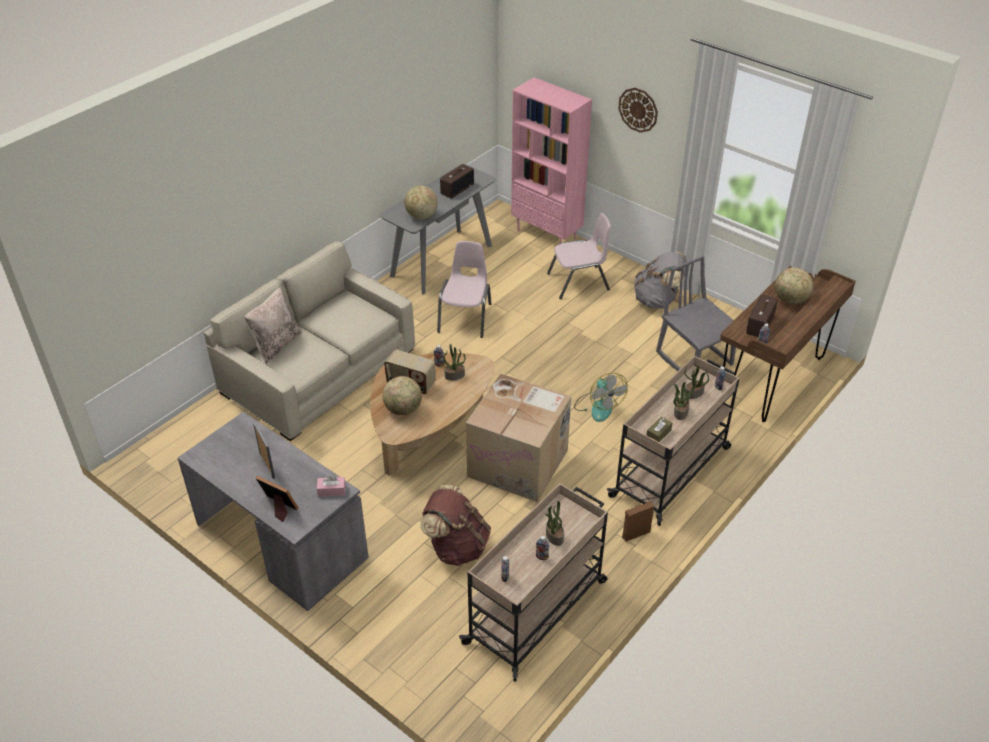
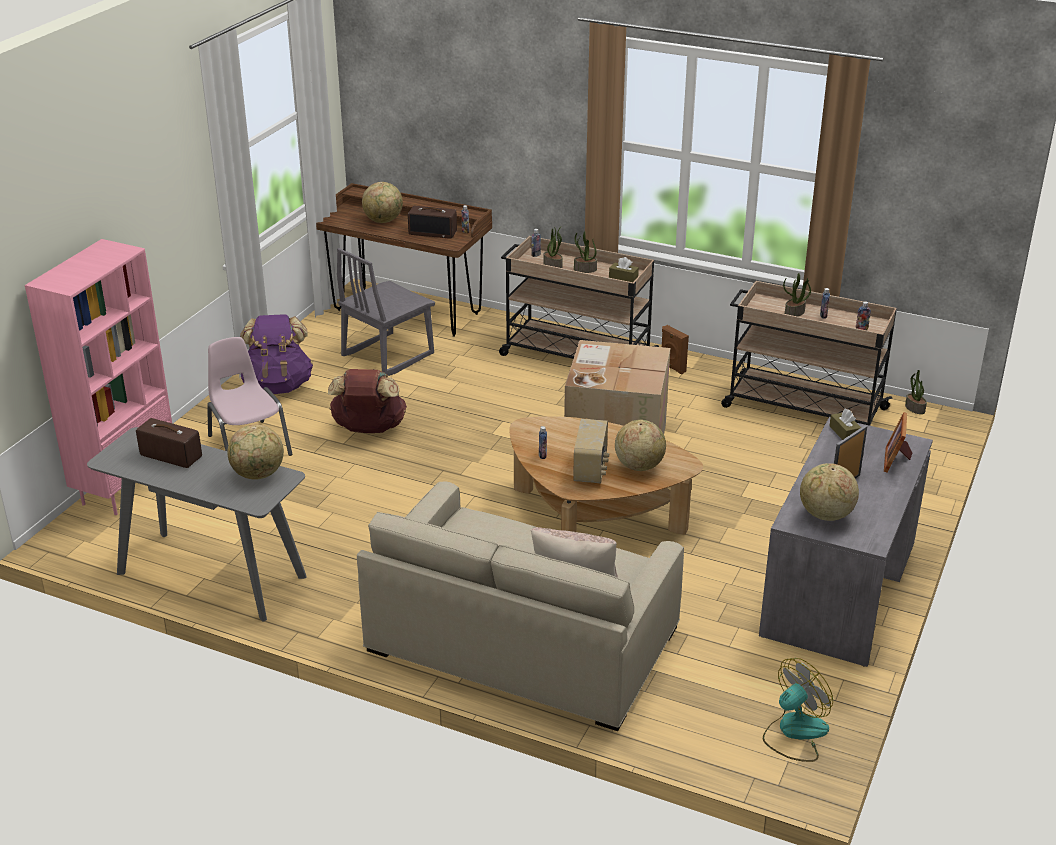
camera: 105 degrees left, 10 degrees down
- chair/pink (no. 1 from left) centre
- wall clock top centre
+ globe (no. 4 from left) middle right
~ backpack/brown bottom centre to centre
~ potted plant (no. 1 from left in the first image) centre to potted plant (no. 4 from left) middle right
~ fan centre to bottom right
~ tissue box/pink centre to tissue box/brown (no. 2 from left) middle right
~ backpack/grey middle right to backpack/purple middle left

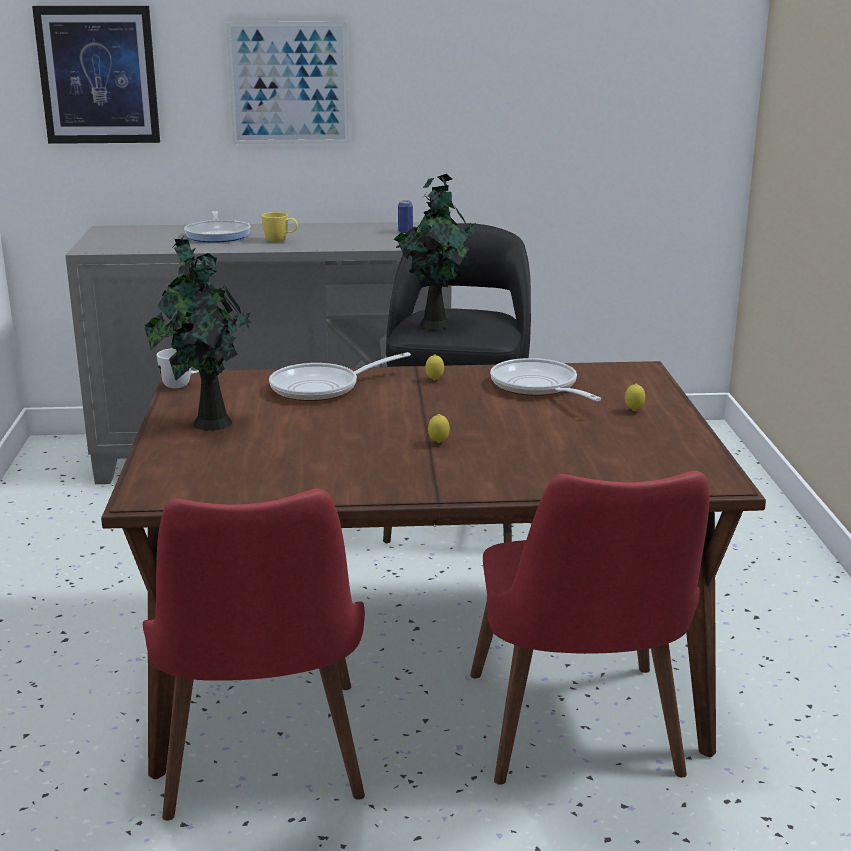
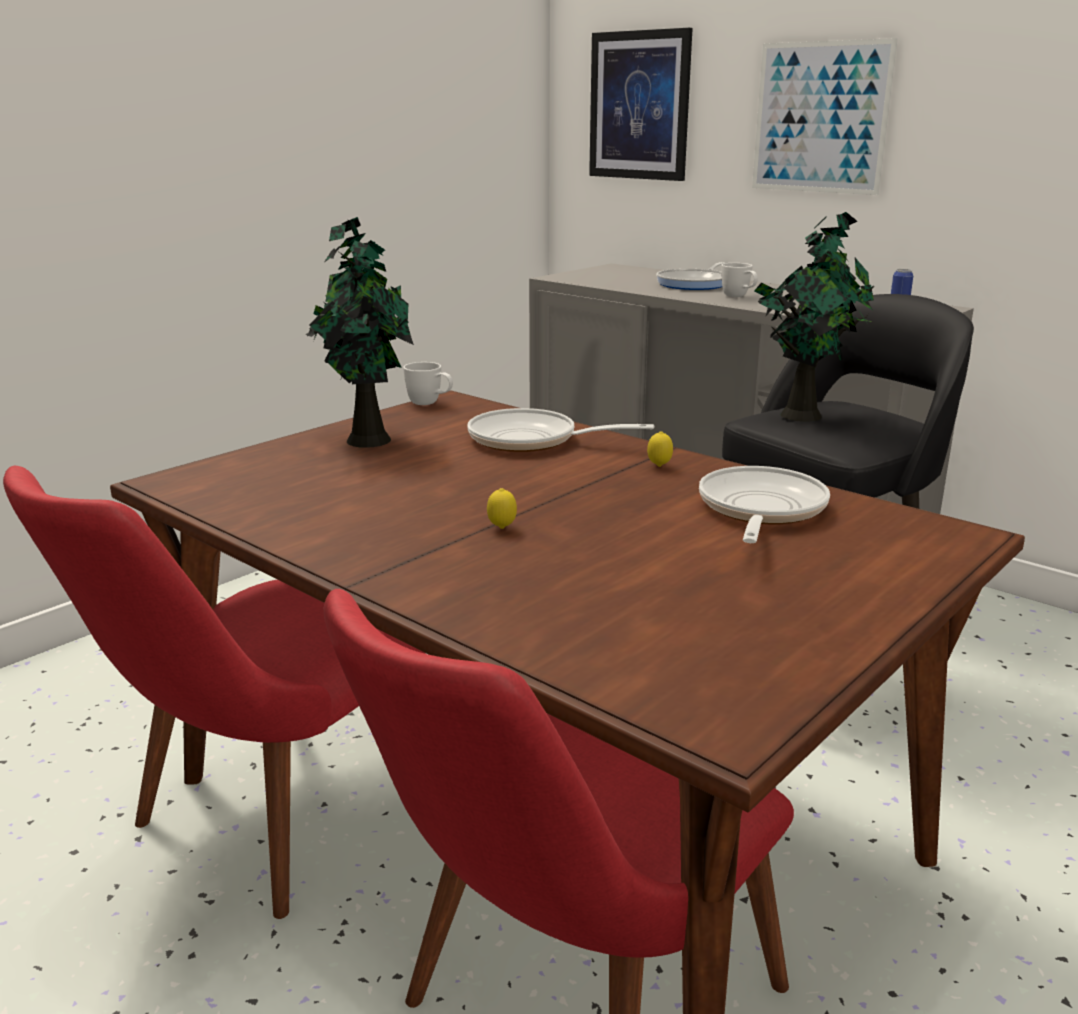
camera: 45 degrees right, 0 degrees up
- lemon (no. 3 from left) middle right
~ mug/yellow top left to mug/white (no. 2 from left) top right

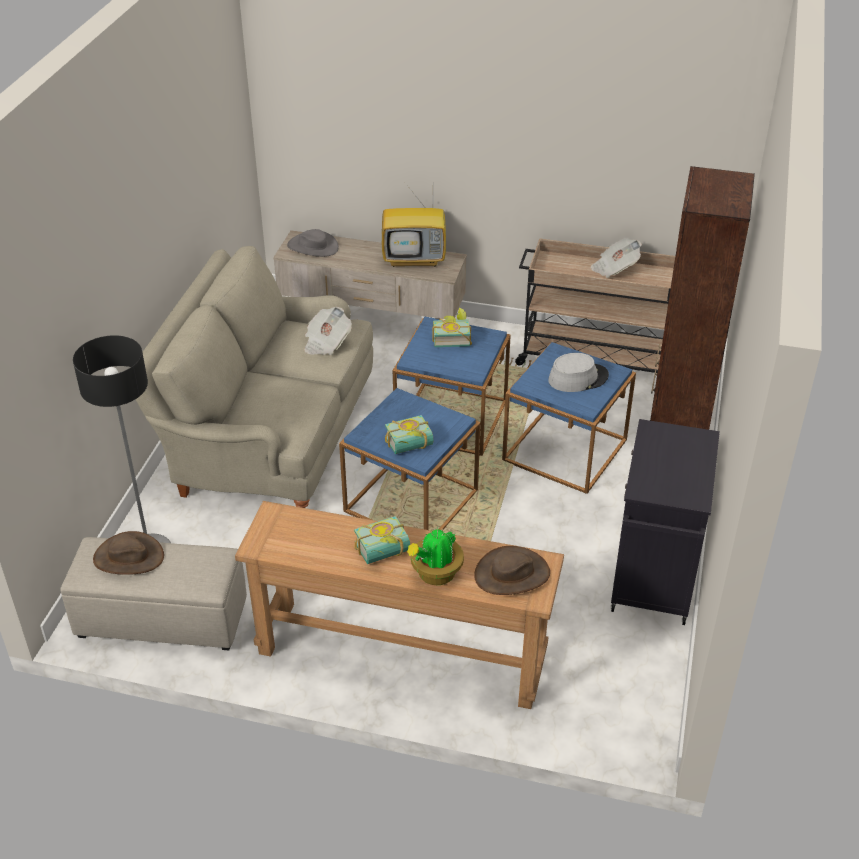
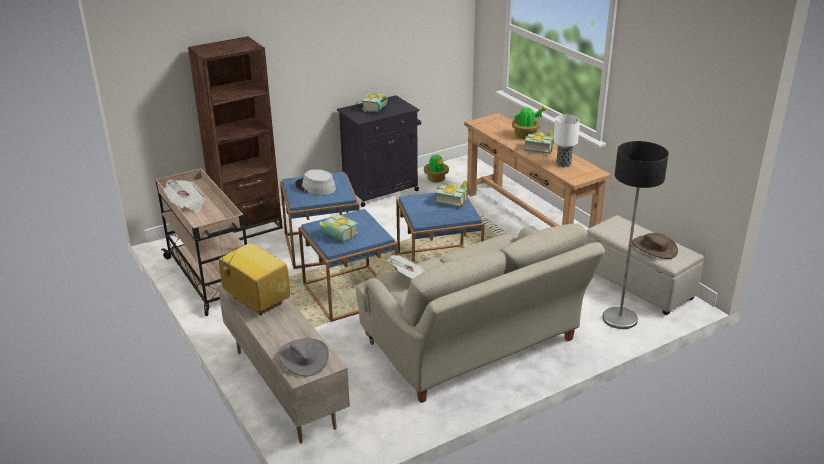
camera: 135 degrees left, 10 degrees down
- hat/brown (no. 2 from left) centre
+ book (no. 2 from left) top centre
+ potted plant (no. 1 from left) centre
+ table lamp top right

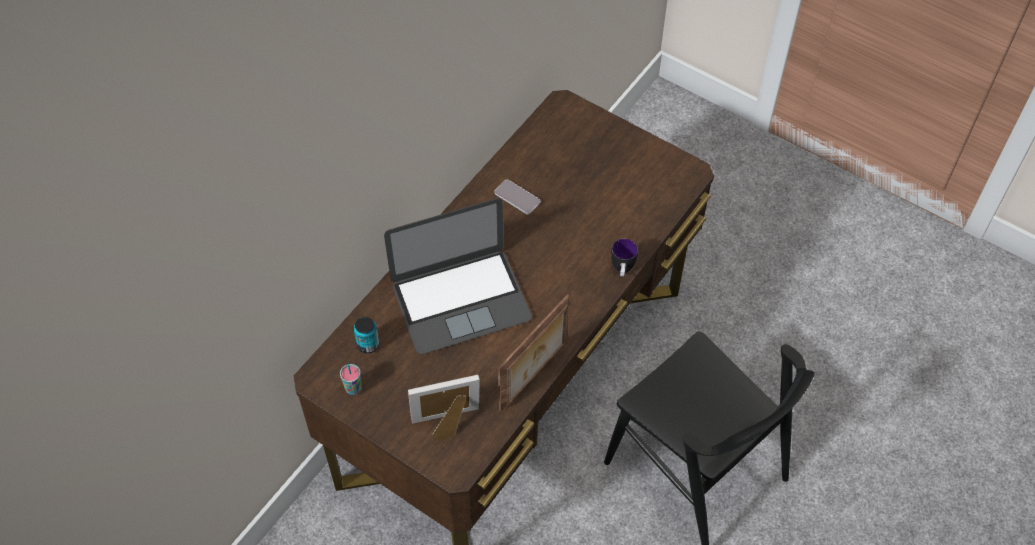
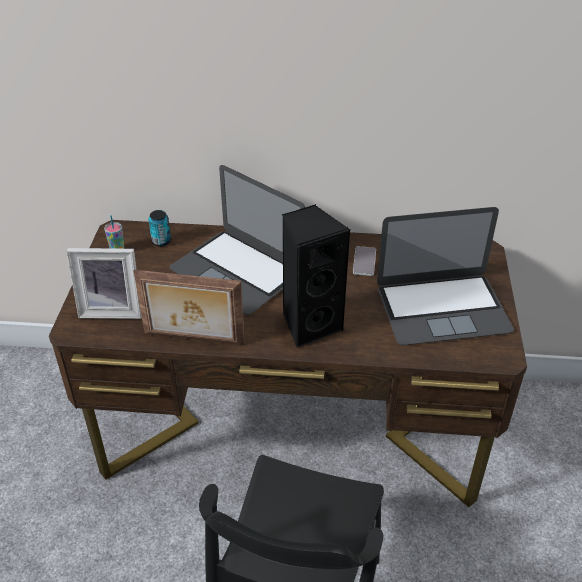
camera: 60 degrees right, 15 degrees down
- mug centre
+ speaker/black centre
+ laptop (no. 2 from left) middle right
~ picture frame (no. 1 from left) bottom centre = middle left 135 degrees clockwise

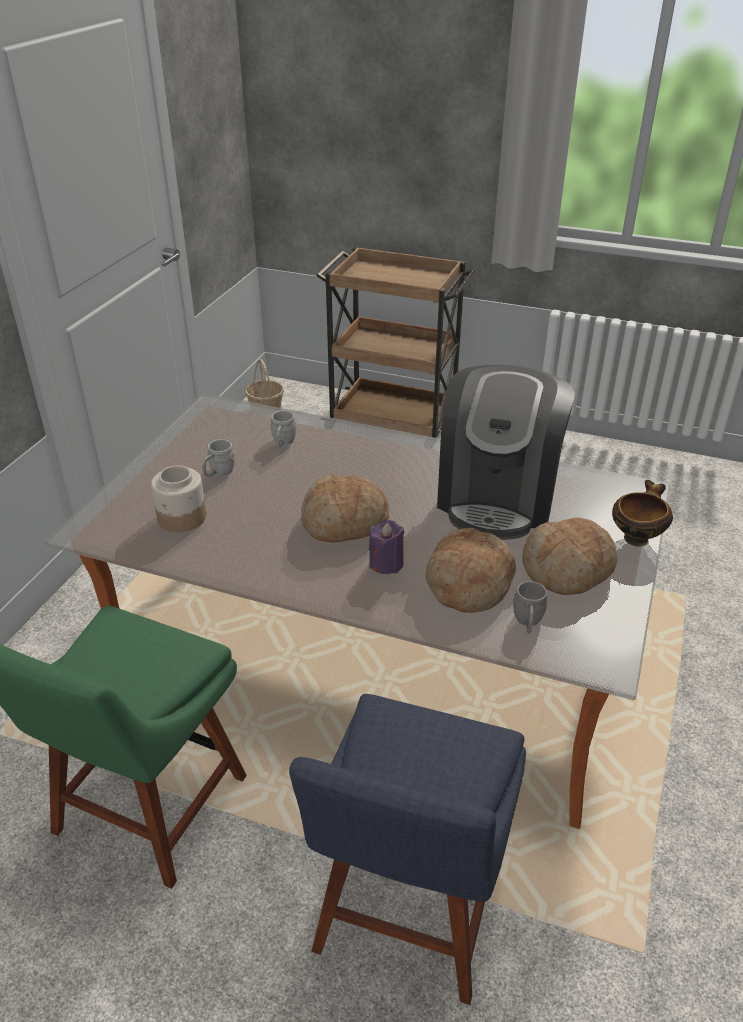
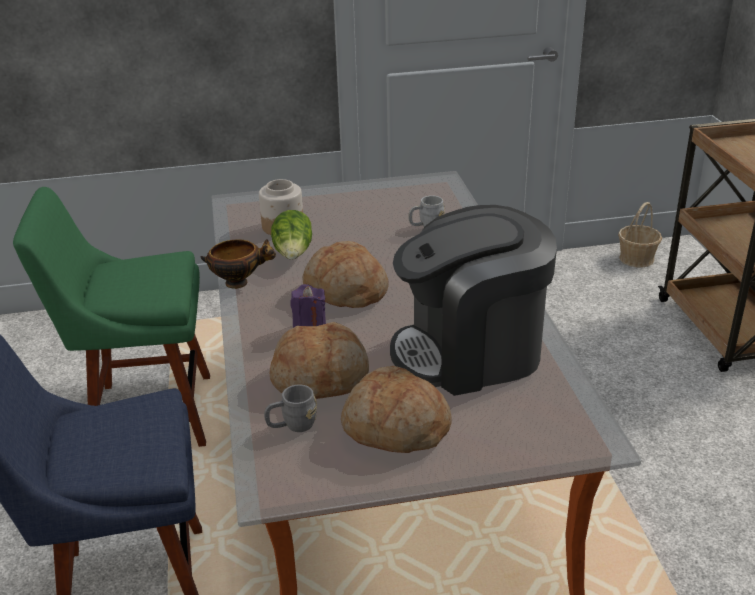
camera: 60 degrees right, 5 degrees down
- mug/grey (no. 1 from left) middle left
+ lettuce centre
~ bowl middle right to middle left

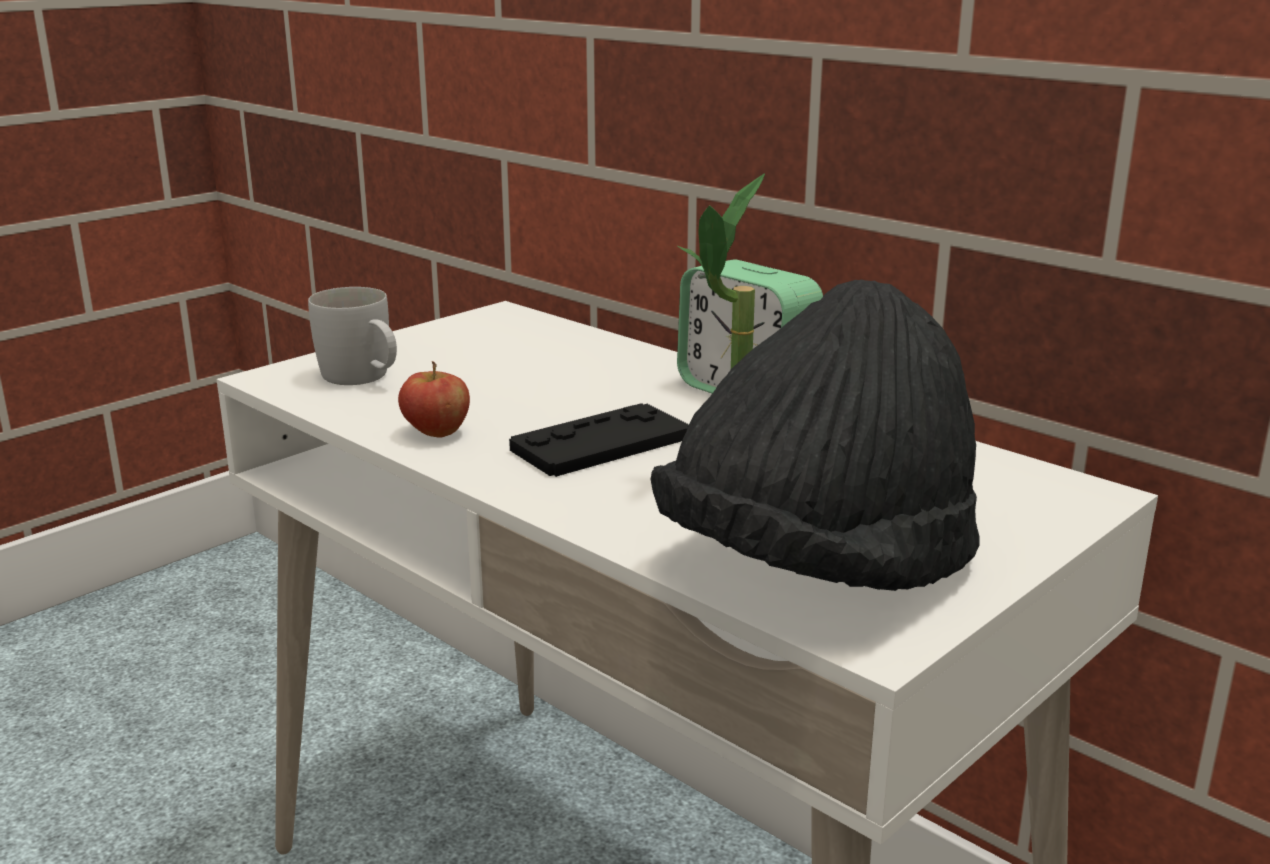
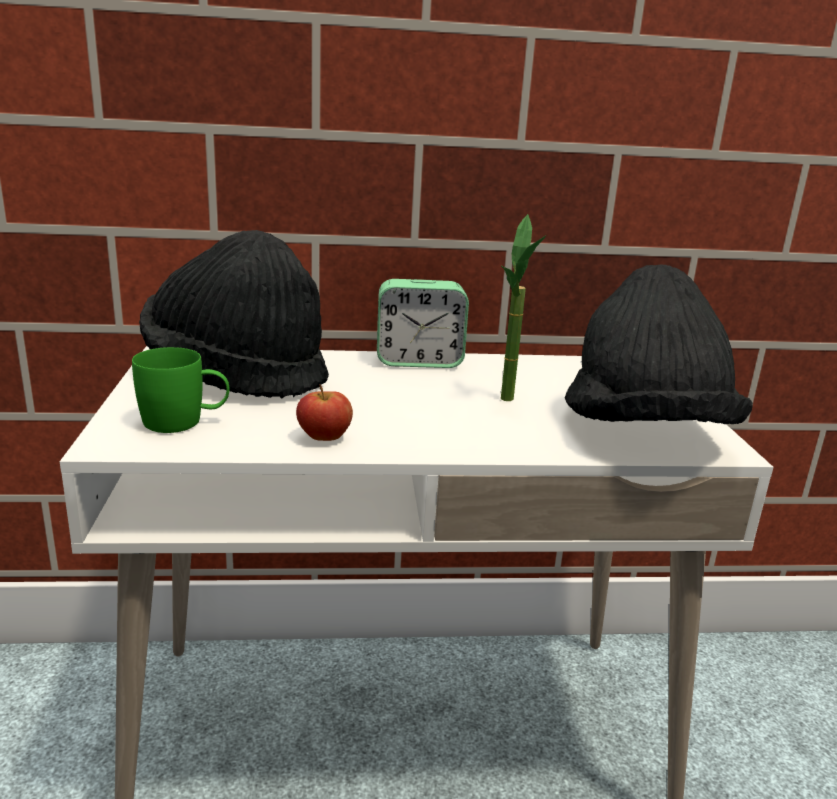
camera: 50 degrees left, 0 degrees up
- game controller/black centre
+ hat/black (no. 1 from left) middle left
~ mug/white middle left to mug/green middle left

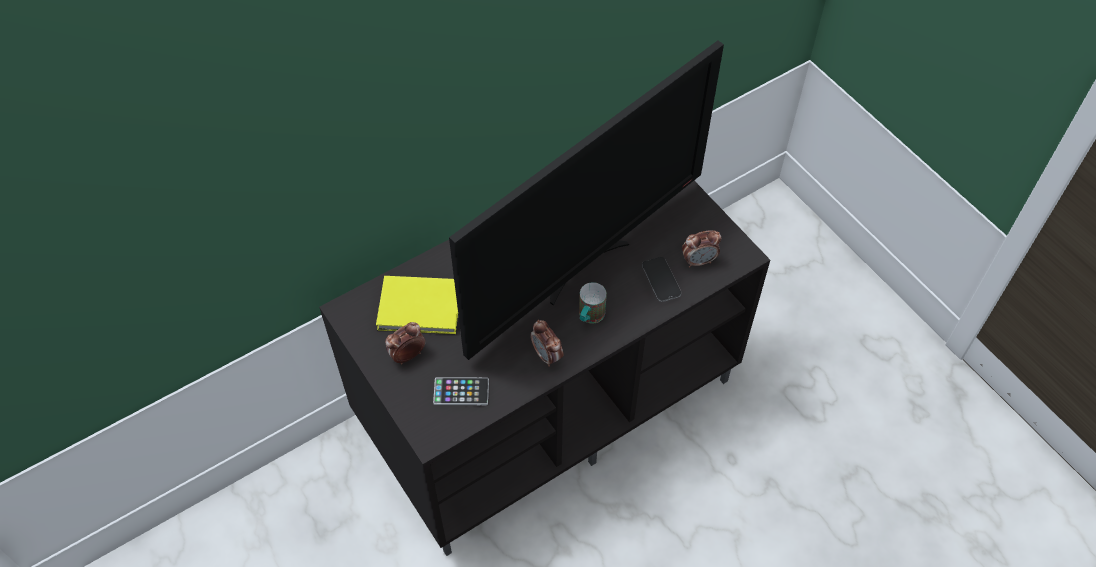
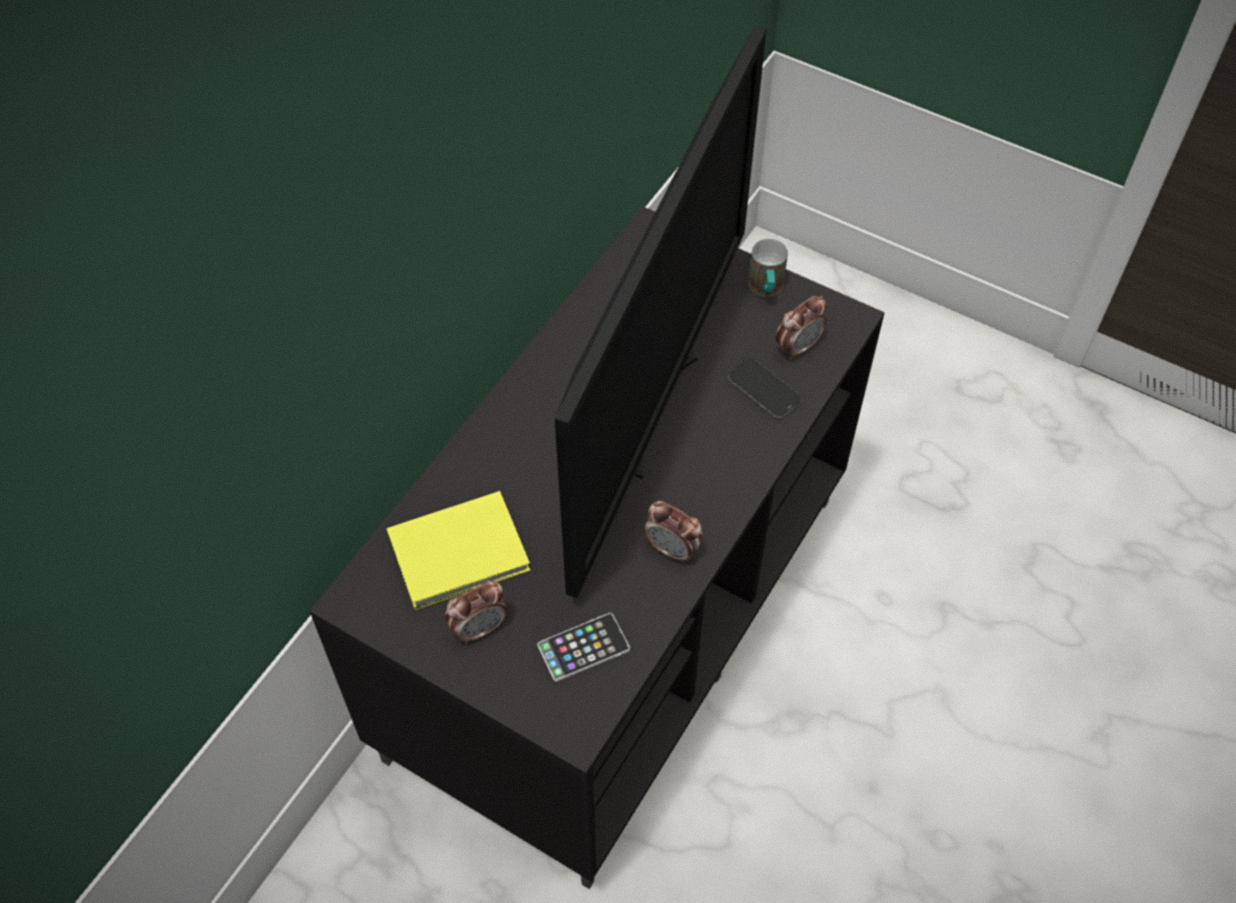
camera: 25 degrees left, 0 degrees up
~ mug centre to top centre
~ alarm clock (no. 1 from left) centre = bottom centre 150 degrees counterclockwise

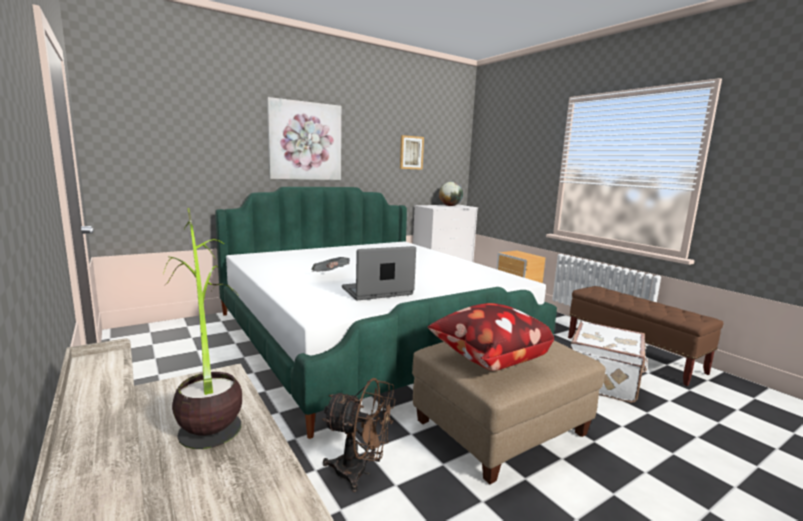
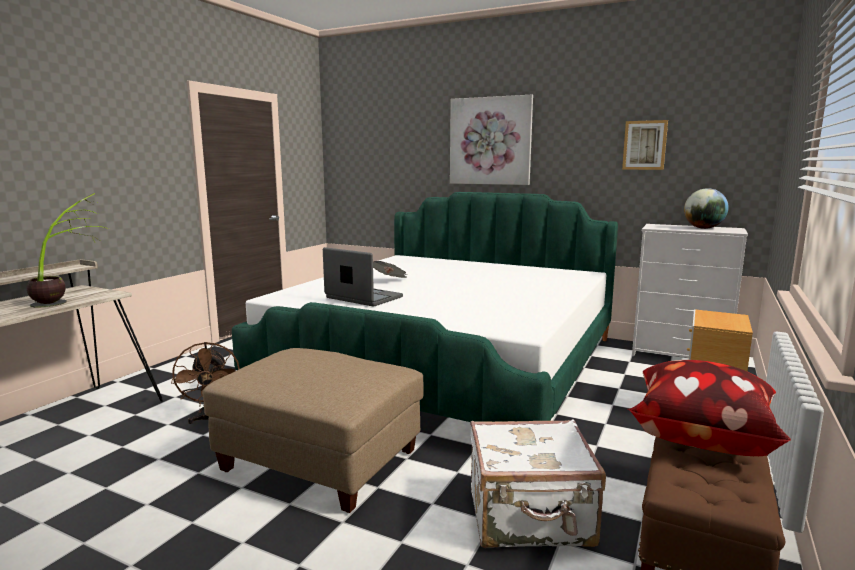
camera: 60 degrees right, 0 degrees up
~ pillow centre to bottom right

